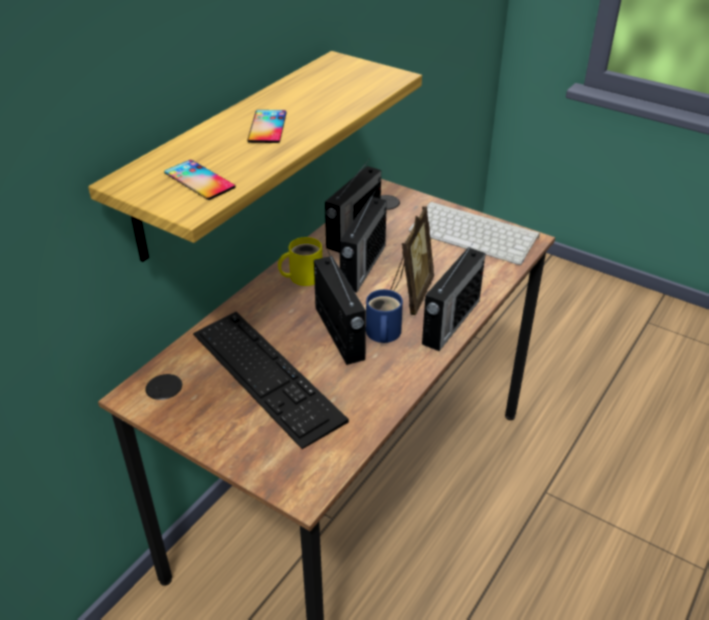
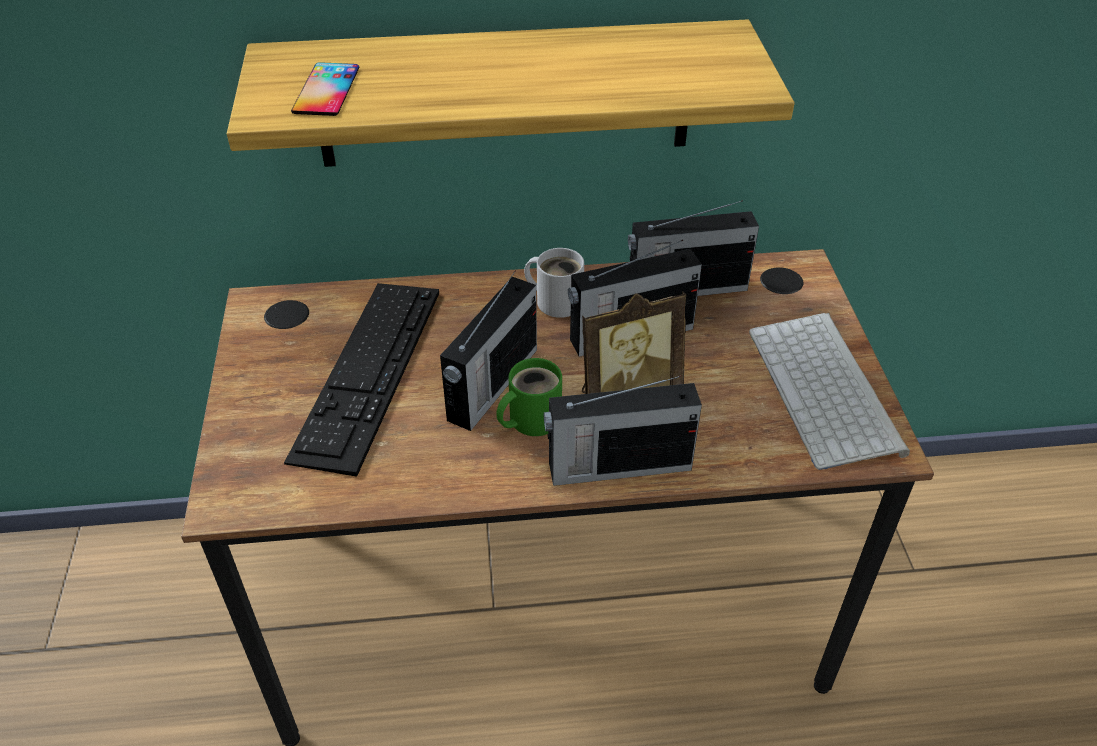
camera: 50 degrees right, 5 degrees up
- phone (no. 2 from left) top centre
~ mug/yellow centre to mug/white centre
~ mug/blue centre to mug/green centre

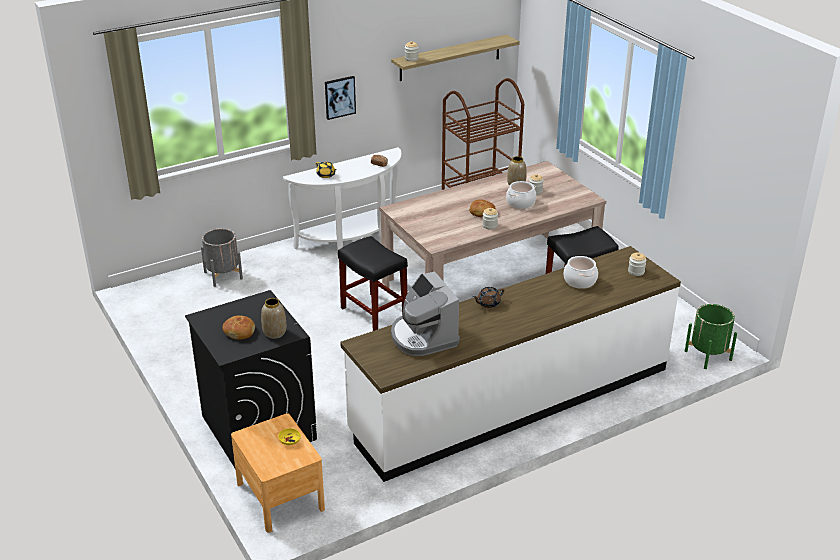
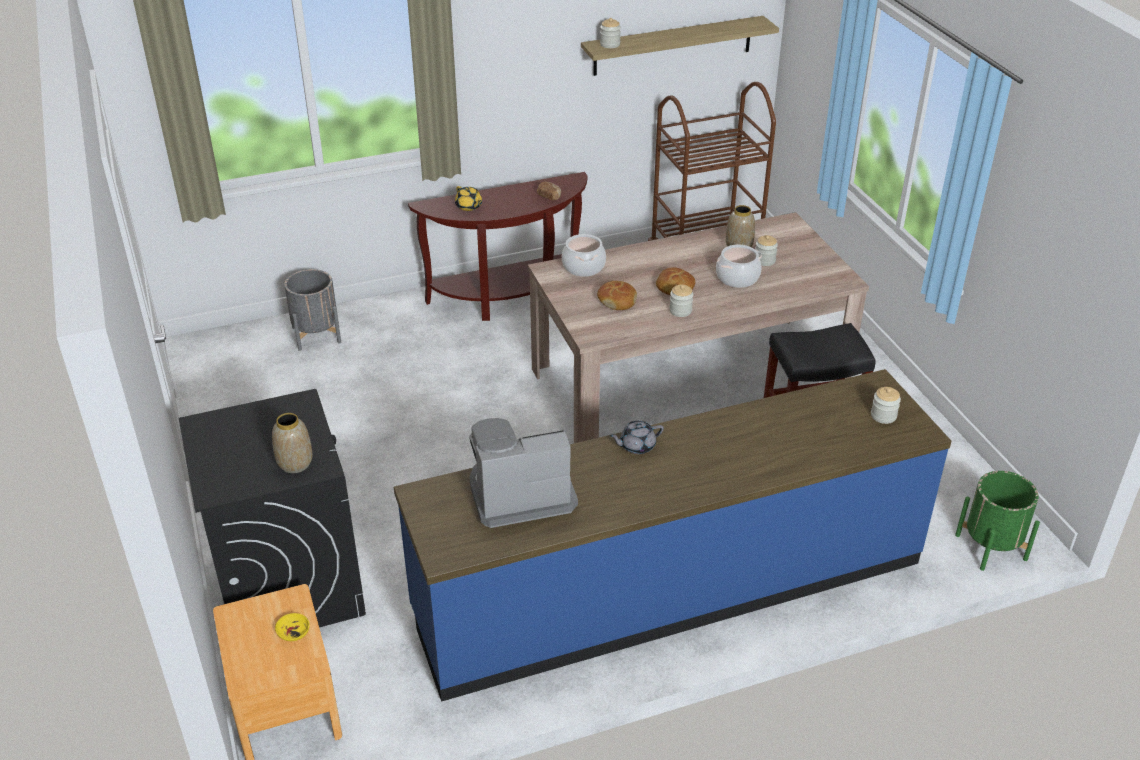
camera: 10 degrees right, 5 degrees up
- picture top centre
- stool/black (no. 1 from left) centre
~ bread (no. 1 from left in the first image) middle left to bread (no. 2 from left) centre
~ cooking pot (no. 2 from left in the first image) middle right to cooking pot (no. 1 from left) centre
~ console table/white centre to console table/brown top centre
~ counter/white centre to counter/blue bottom centre
~ teapot/brown centre to teapot/grey centre
~ coffee machine centre = centre 90 degrees clockwise

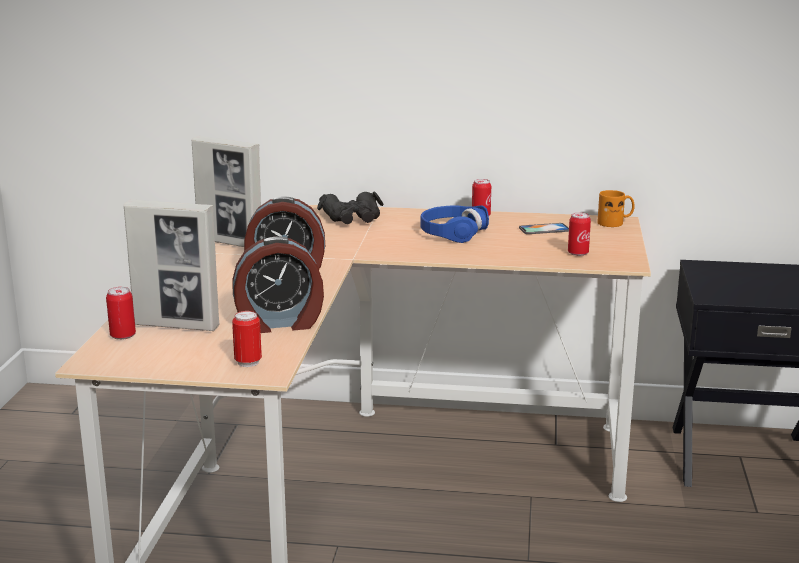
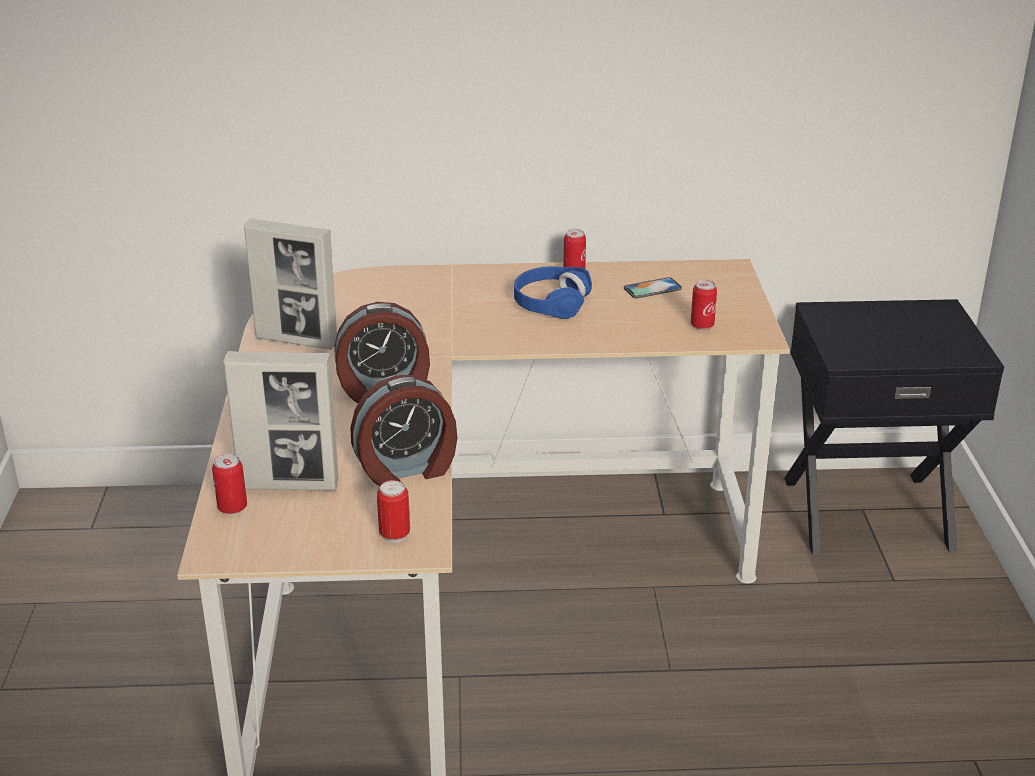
camera: 10 degrees left, 10 degrees up
- binoculars/black centre
- mug/orange middle right

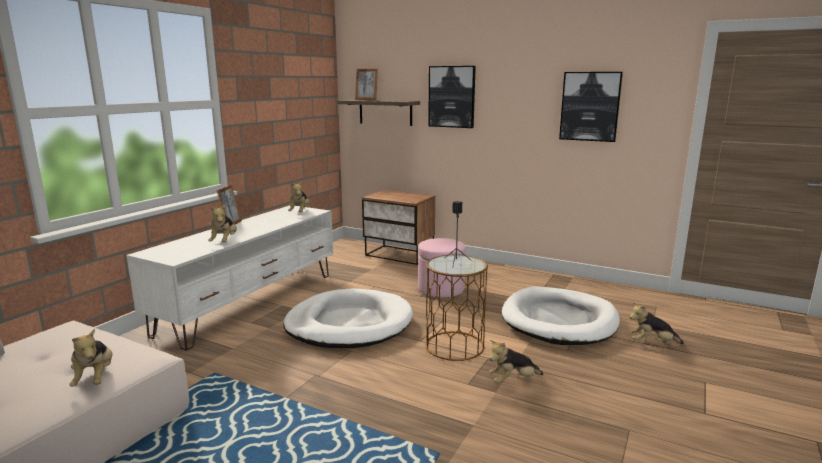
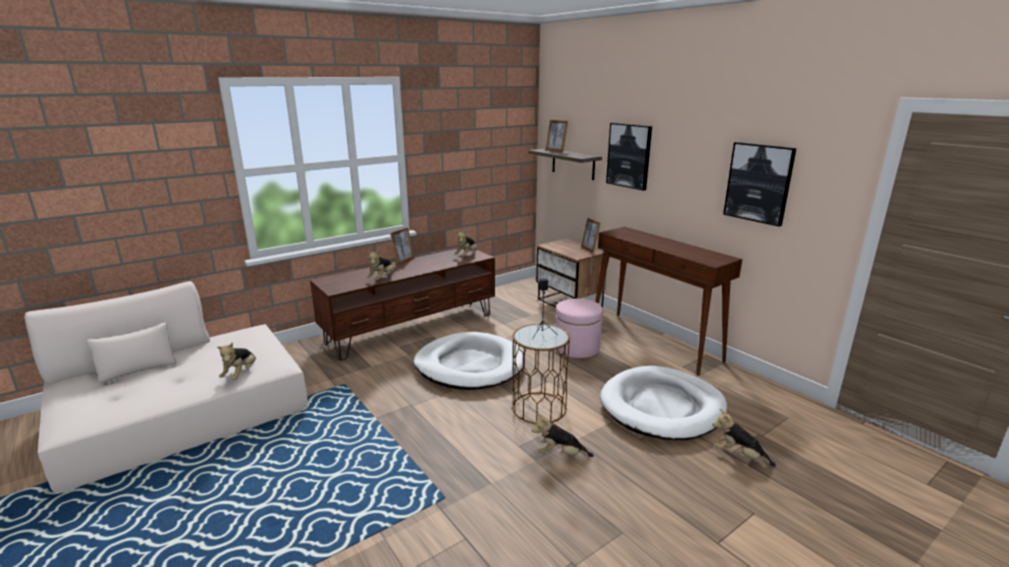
camera: 25 degrees right, 5 degrees up
+ picture frame (no. 3 from left) centre
+ console table/brown centre
~ tv stand/white middle left to tv stand/brown centre

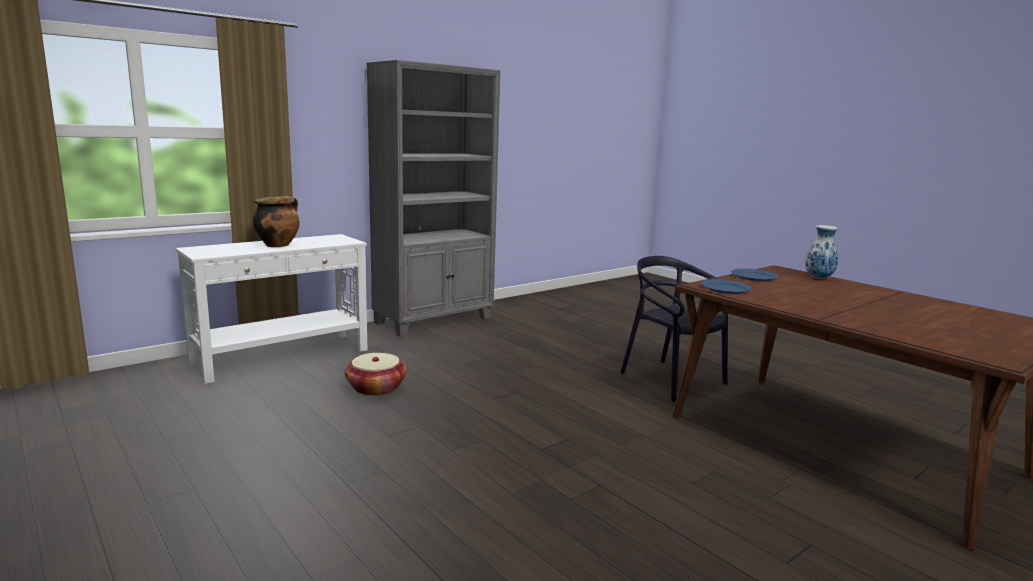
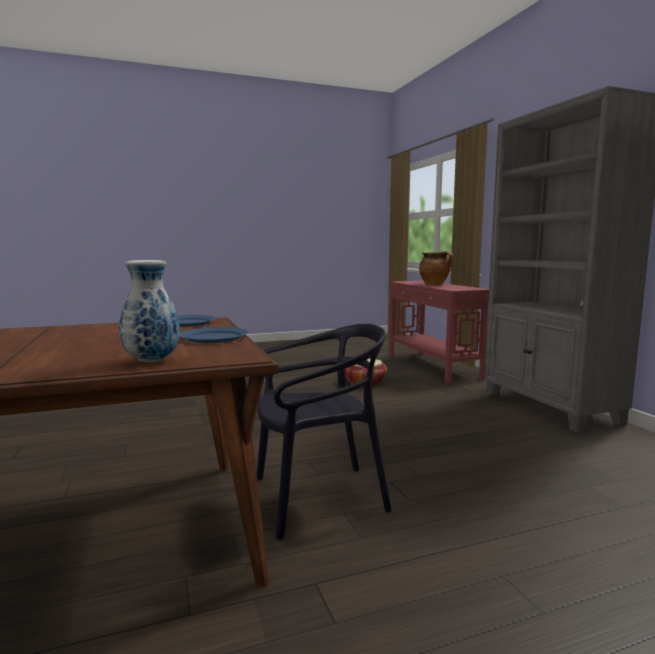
camera: 110 degrees right, 5 degrees down
~ console table/white middle left to console table/red middle right

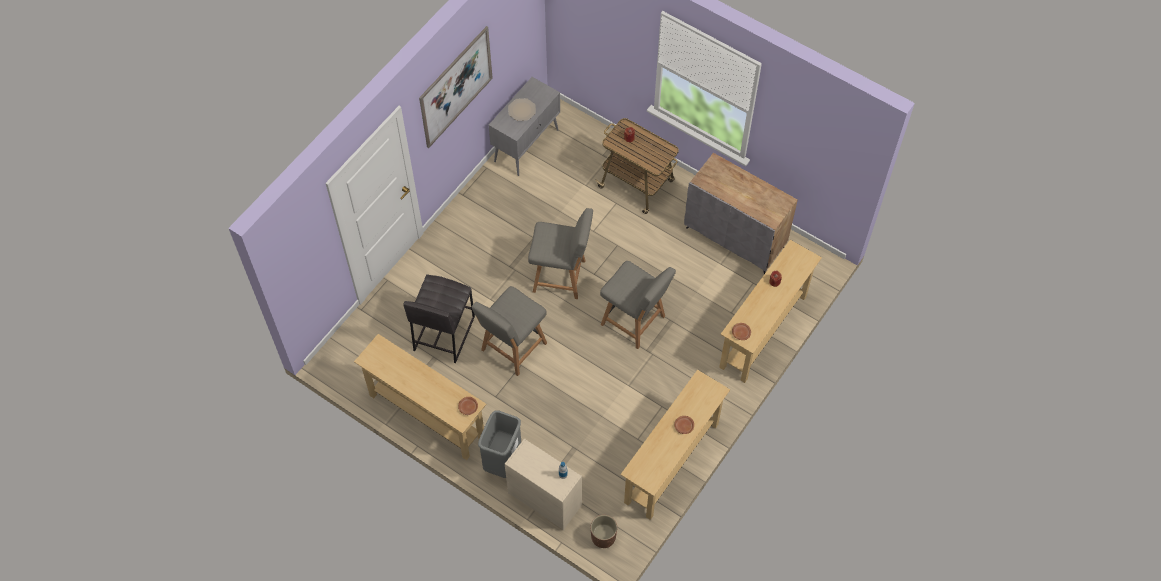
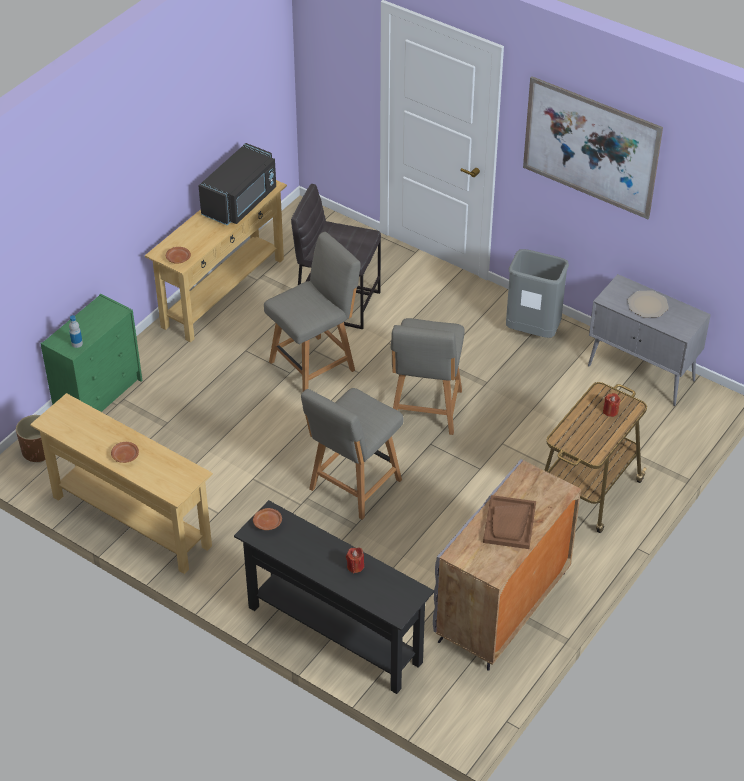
camera: 90 degrees right, 15 degrees down
+ microwave/black top left
+ tray/brown bottom right
~ trash can/grey bottom centre to middle right
~ dresser/beige bottom centre to dresser/green middle left
~ console table/beige (no. 3 from left) centre to console table/black bottom centre
~ chair/grey (no. 1 from left) centre = centre 105 degrees clockwise

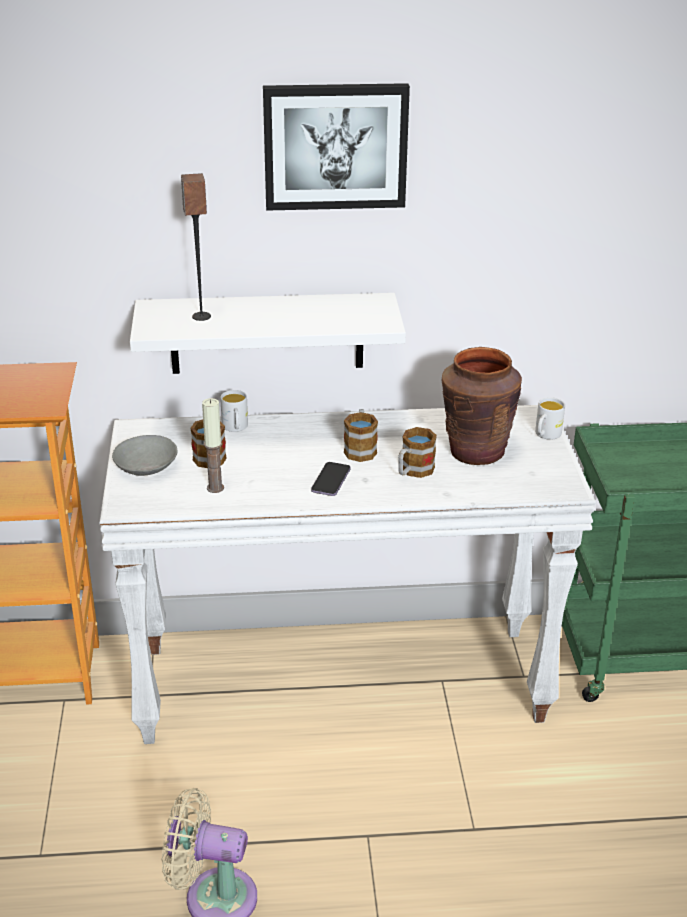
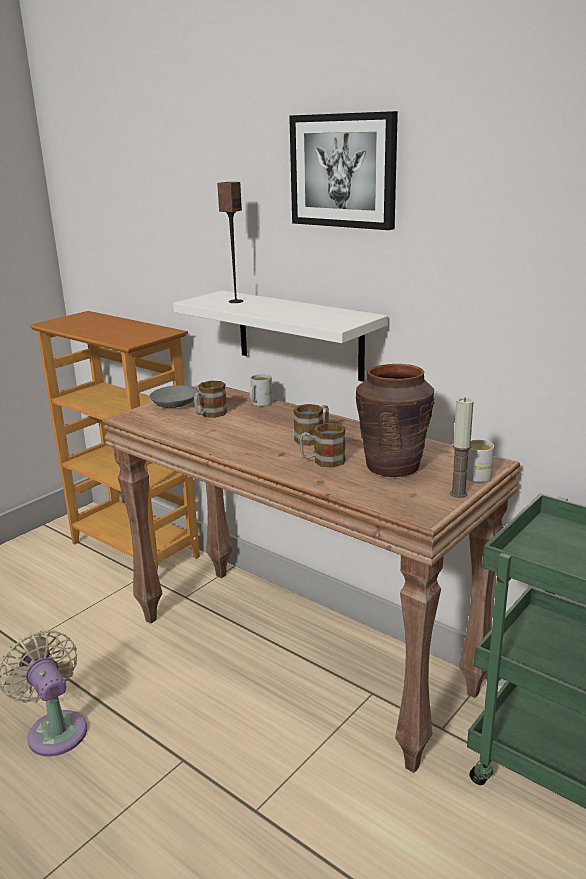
camera: 45 degrees right, 10 degrees down
- phone centre
~ candle middle left to middle right
~ console table/white centre to console table/brown centre

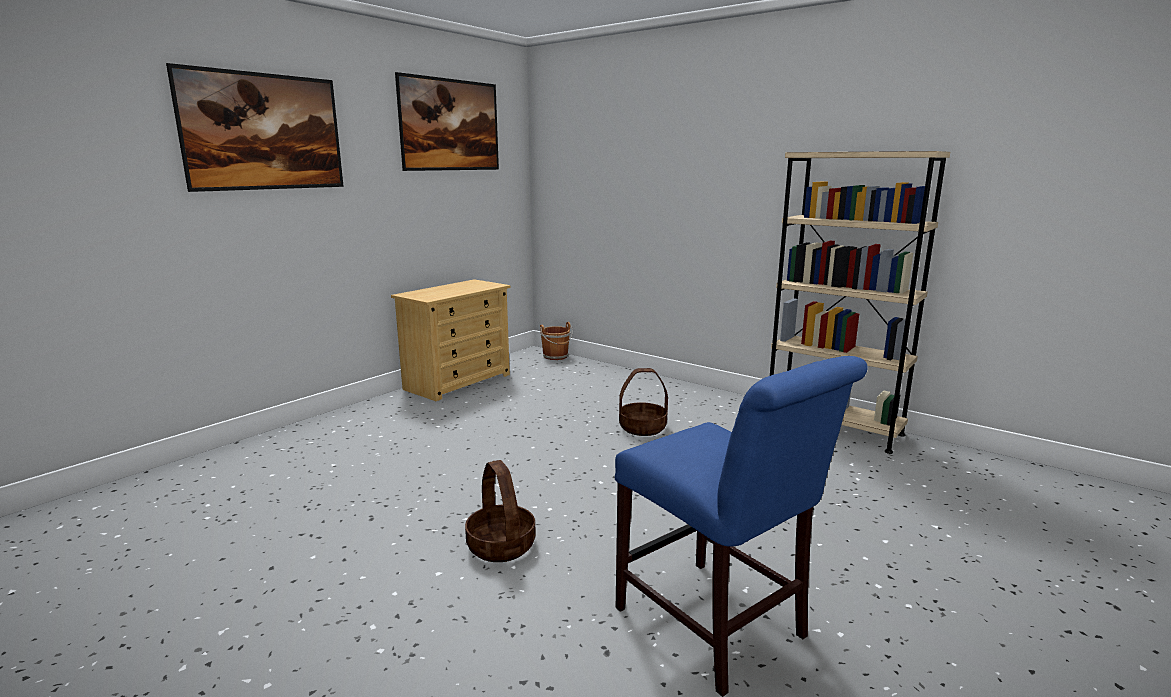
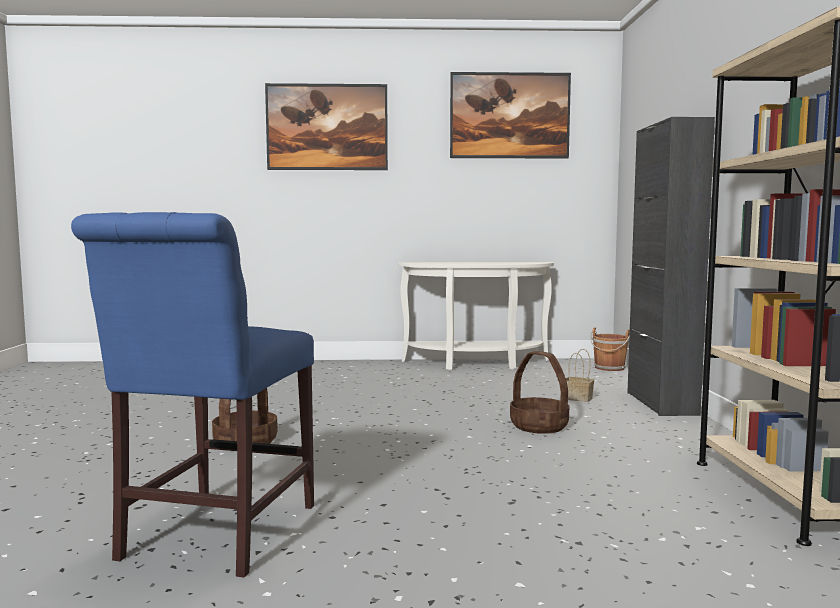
camera: 50 degrees right, 10 degrees down
+ basket (no. 3 from left) middle right
+ cabinet/black middle right
~ dresser/beige centre to console table/white centre

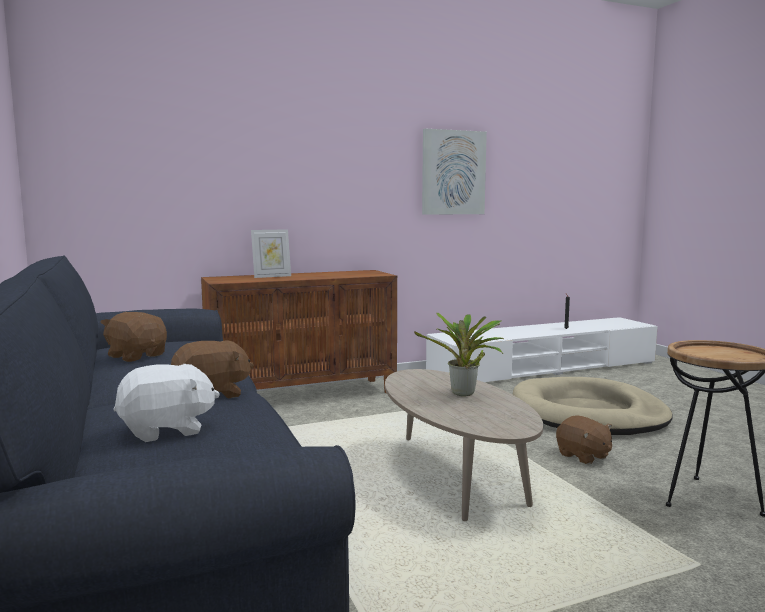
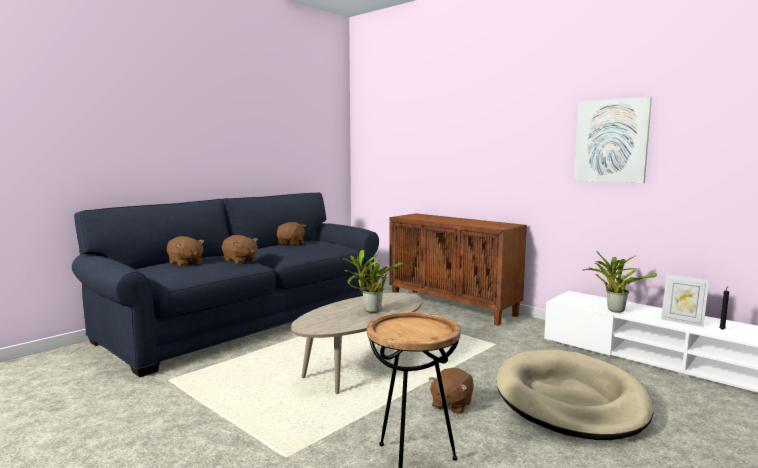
camera: 65 degrees right, 0 degrees up
+ potted plant (no. 2 from left) middle right
~ picture frame centre to middle right
~ plush toy/white middle left to plush toy/brown (no. 1 from left) middle left

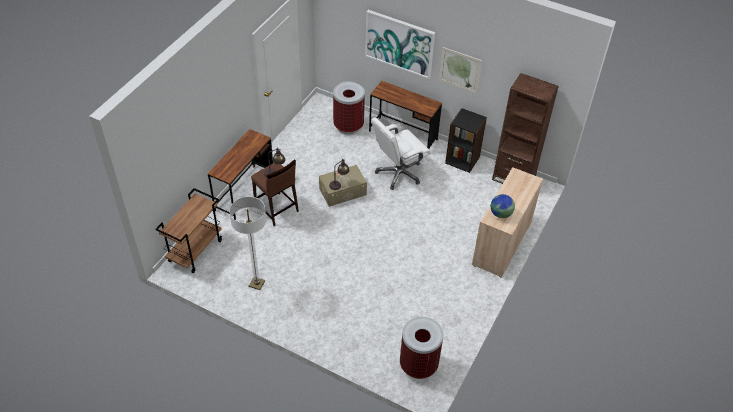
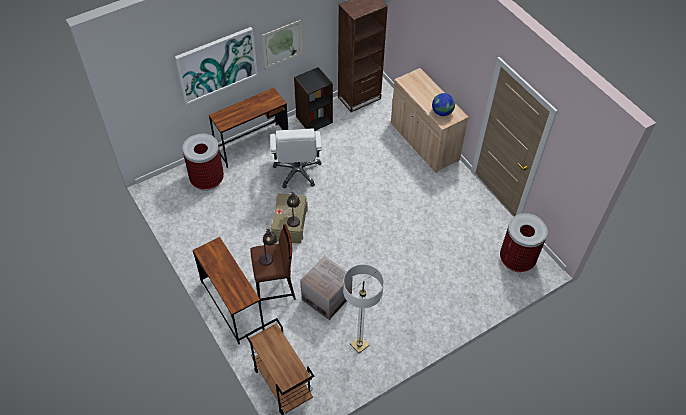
camera: 60 degrees left, 5 degrees up
+ cardboard box bottom centre

